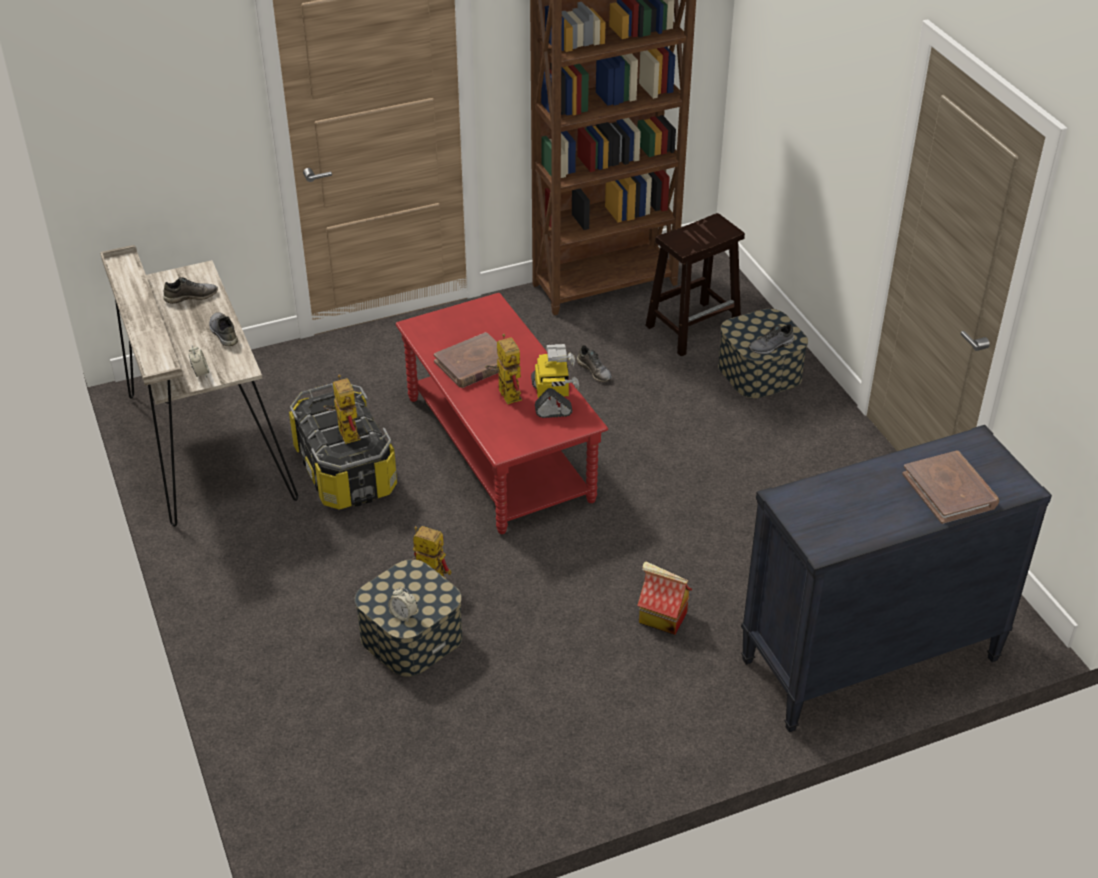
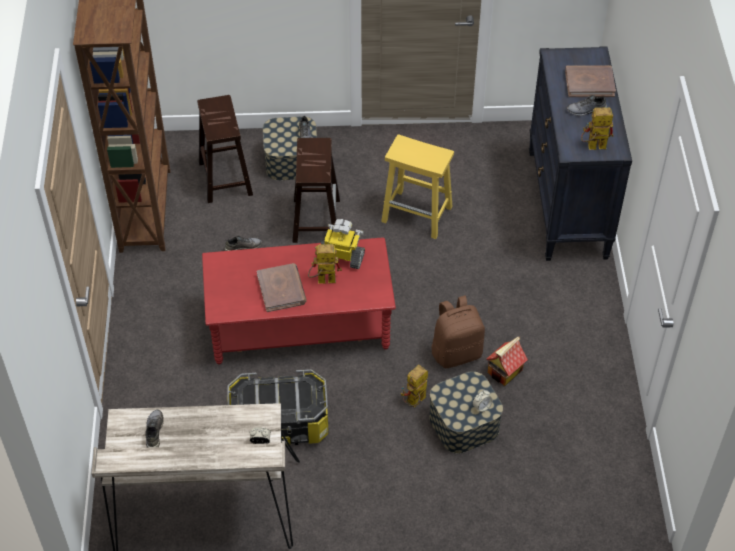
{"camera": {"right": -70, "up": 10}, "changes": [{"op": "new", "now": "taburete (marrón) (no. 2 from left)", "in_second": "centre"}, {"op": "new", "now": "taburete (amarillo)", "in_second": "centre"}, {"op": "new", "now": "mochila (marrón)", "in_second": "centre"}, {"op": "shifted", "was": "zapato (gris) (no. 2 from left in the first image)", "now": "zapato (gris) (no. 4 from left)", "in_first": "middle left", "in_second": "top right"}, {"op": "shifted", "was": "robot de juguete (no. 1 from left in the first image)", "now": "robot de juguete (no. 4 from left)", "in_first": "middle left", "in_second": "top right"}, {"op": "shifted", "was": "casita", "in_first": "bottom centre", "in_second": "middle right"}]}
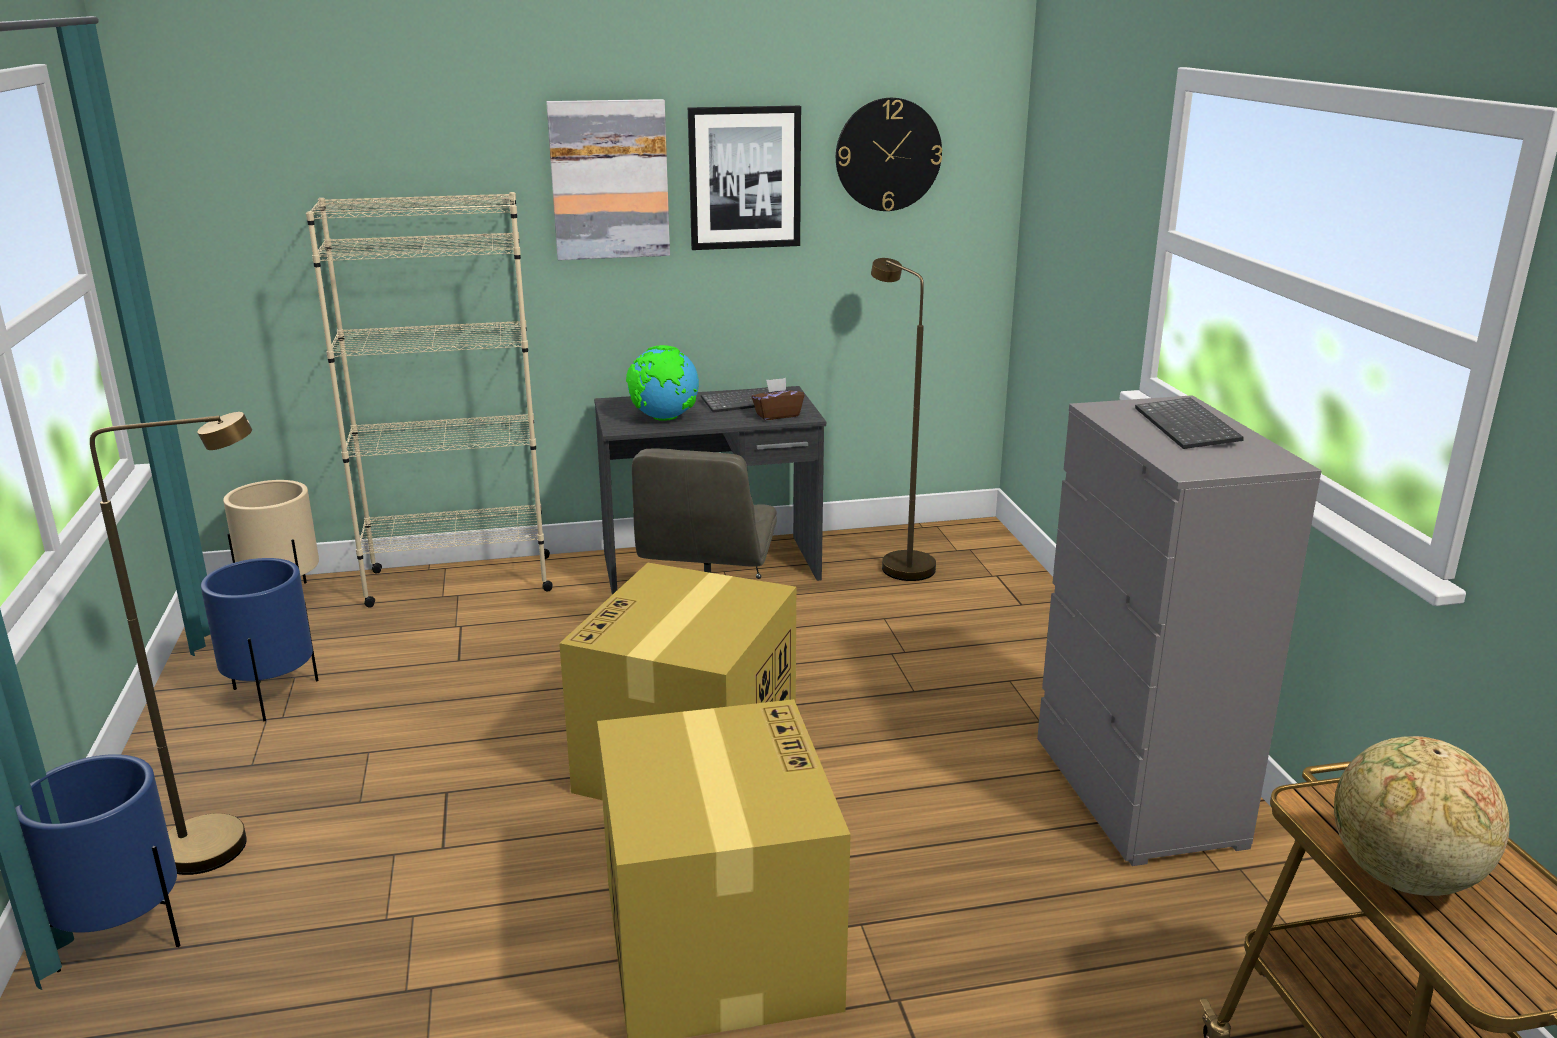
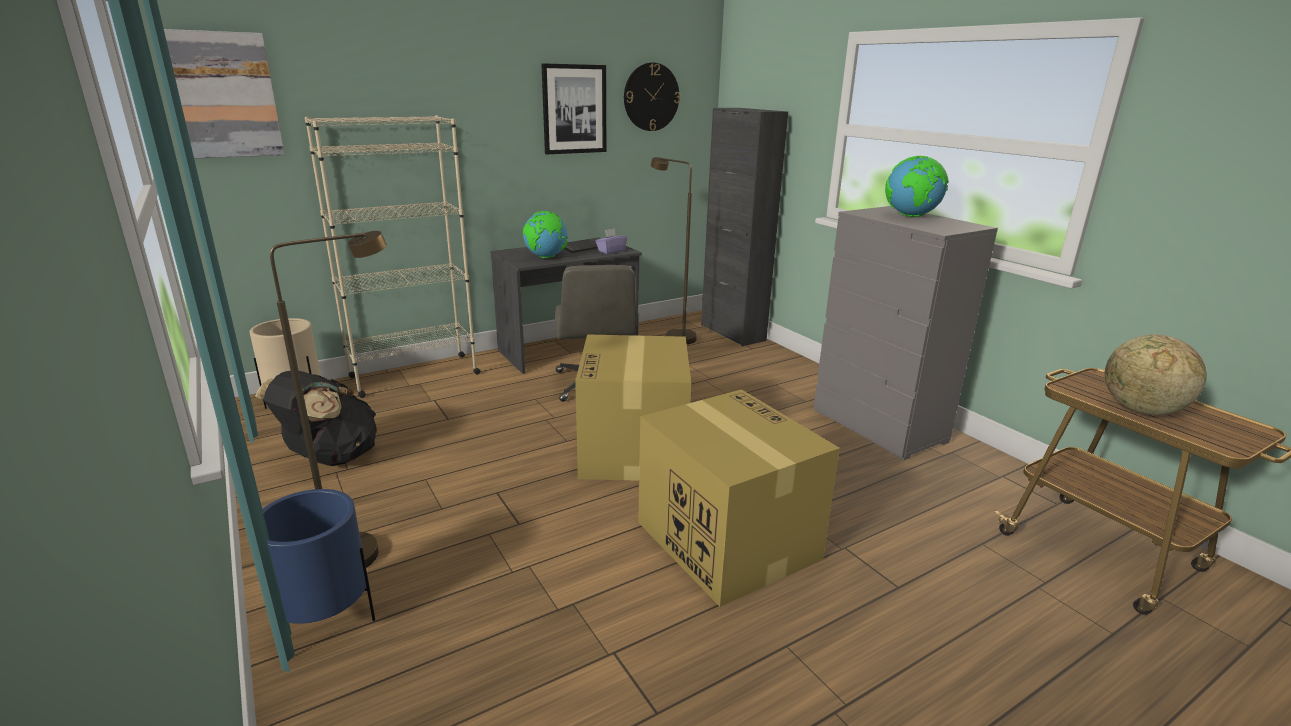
{"camera": {"right": -20, "up": 0}, "changes": [{"op": "new", "now": "armario (negro)", "in_second": "top centre"}, {"op": "shifted", "was": "cuadro (no. 1 from left)", "in_first": "top centre", "in_second": "top left"}, {"op": "swapped", "was": "maceta (azul) (no. 2 from left)", "now": "mochila (negro)", "in_first": "middle left", "in_second": "middle left"}, {"op": "swapped", "was": "teclado (no. 2 from left)", "now": "globo terráqueo (no. 2 from left)", "in_first": "middle right", "in_second": "top right"}, {"op": "repainted", "was": "caja de pañuelos (marrón)", "now": "caja de pañuelos (morado)", "in_first": "centre", "in_second": "top centre"}]}
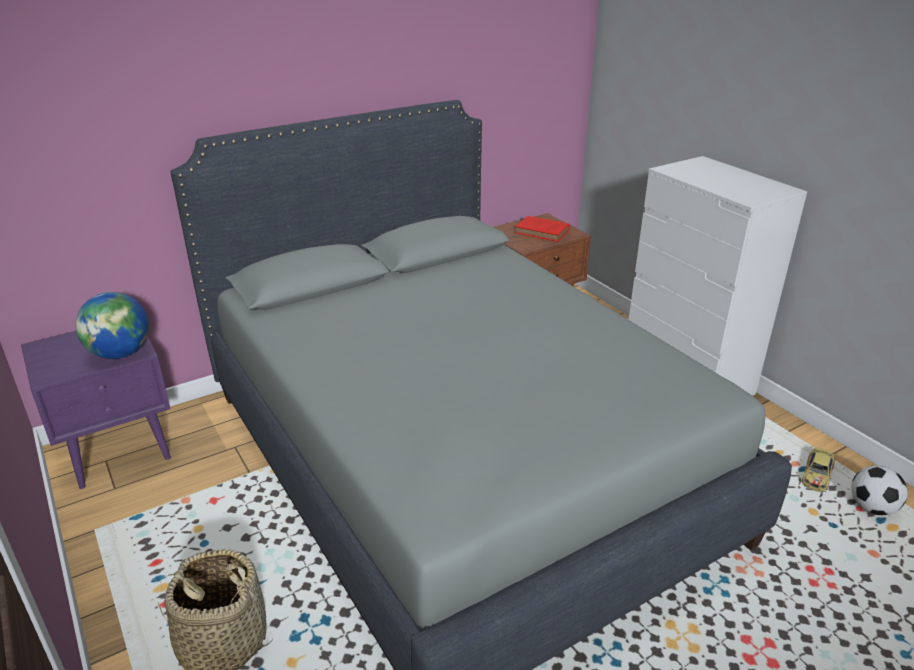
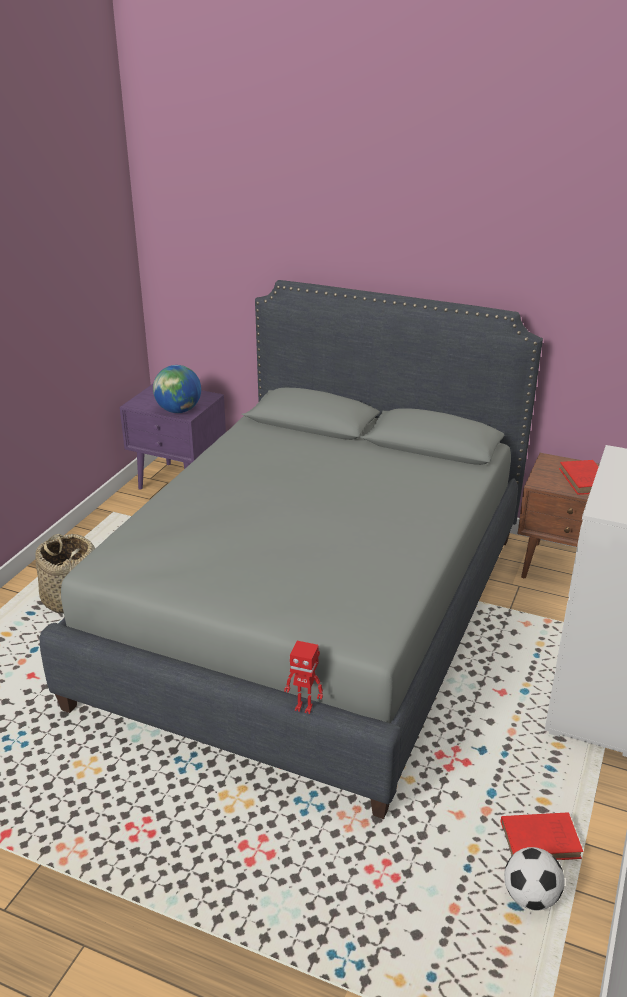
{"camera": {"right": 55, "up": 0}, "changes": [{"op": "new", "now": "robot de juguete", "in_second": "bottom centre"}, {"op": "swapped", "was": "coche de juguete", "now": "libro (rojo) (no. 1 from left)", "in_first": "bottom right", "in_second": "bottom right"}]}
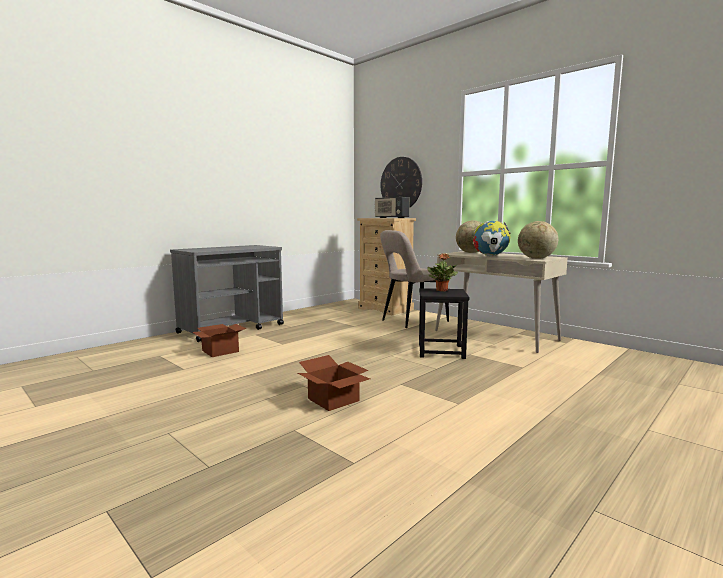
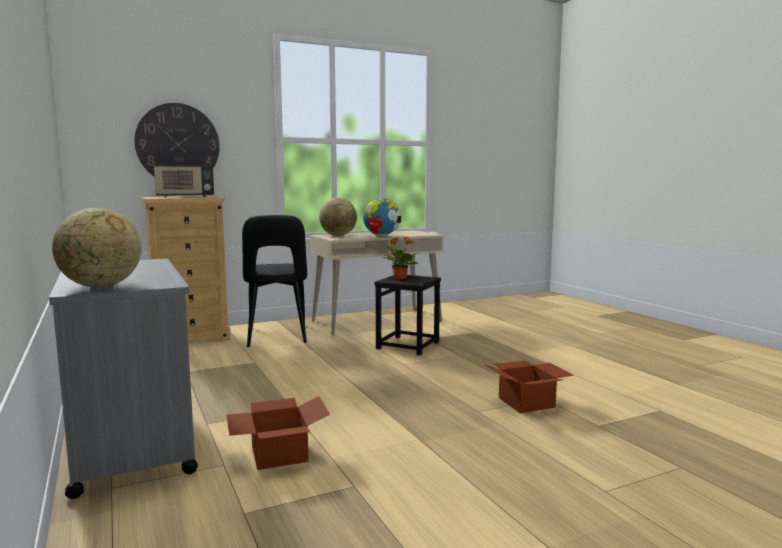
{"camera": {"right": -70, "up": 0}, "changes": [{"op": "shifted", "was": "globo terráqueo (no. 3 from left in the first image)", "now": "globo terráqueo (no. 1 from left)", "in_first": "middle right", "in_second": "middle left"}, {"op": "repainted", "was": "silla (beis)", "now": "silla (negro)", "in_first": "centre", "in_second": "centre"}]}
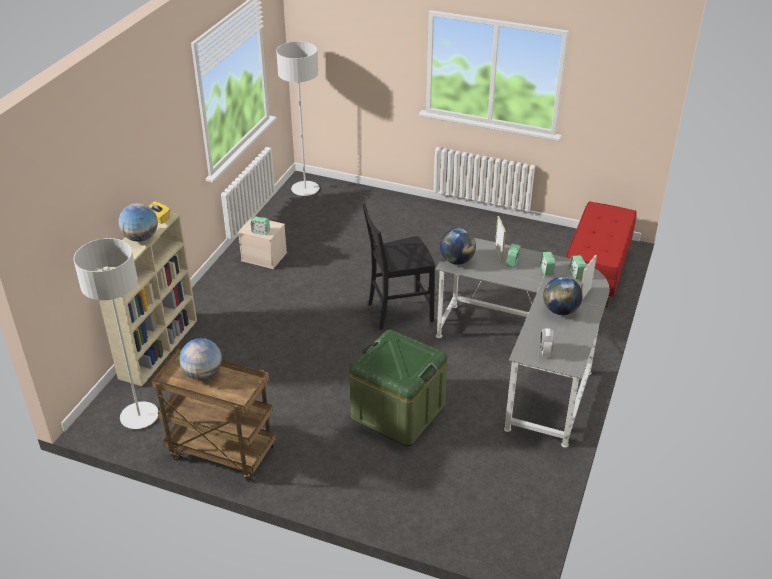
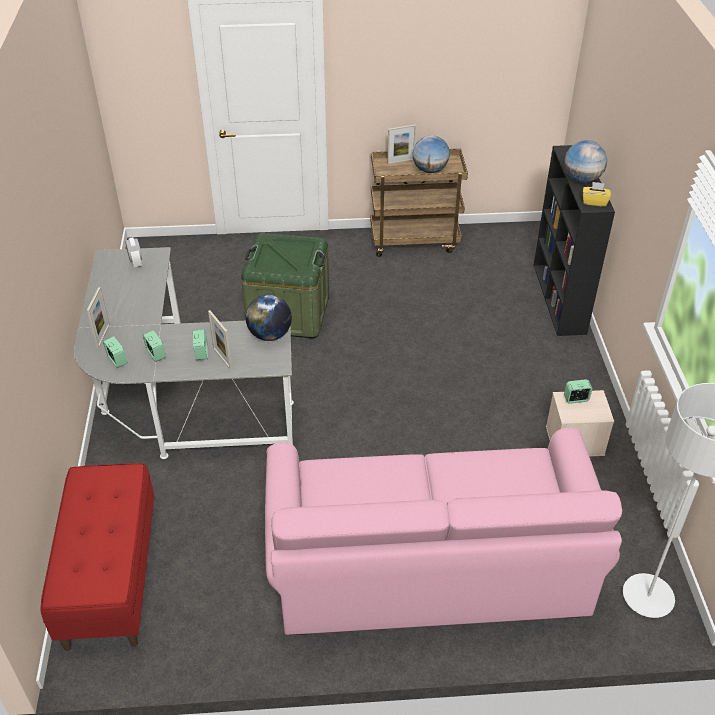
{"camera": {"right": 155, "up": 5}, "changes": [{"op": "gone", "was": "lámpara de pie (gris) (no. 1 from left)", "in_first": "middle left"}, {"op": "gone", "was": "silla (negro)", "in_first": "centre"}, {"op": "gone", "was": "globo terráqueo (no. 4 from left)", "in_first": "middle right"}, {"op": "new", "now": "sofá (rosa)", "in_second": "bottom centre"}, {"op": "new", "now": "portarretratos (no. 3 from left)", "in_second": "top centre"}, {"op": "repainted", "was": "estantería (beis)", "now": "estantería (negro)", "in_first": "middle left", "in_second": "middle right"}]}
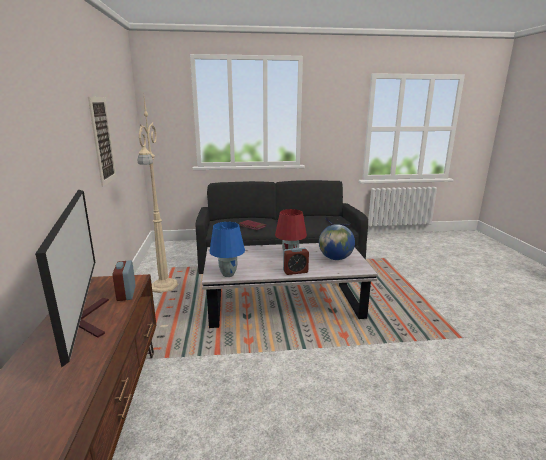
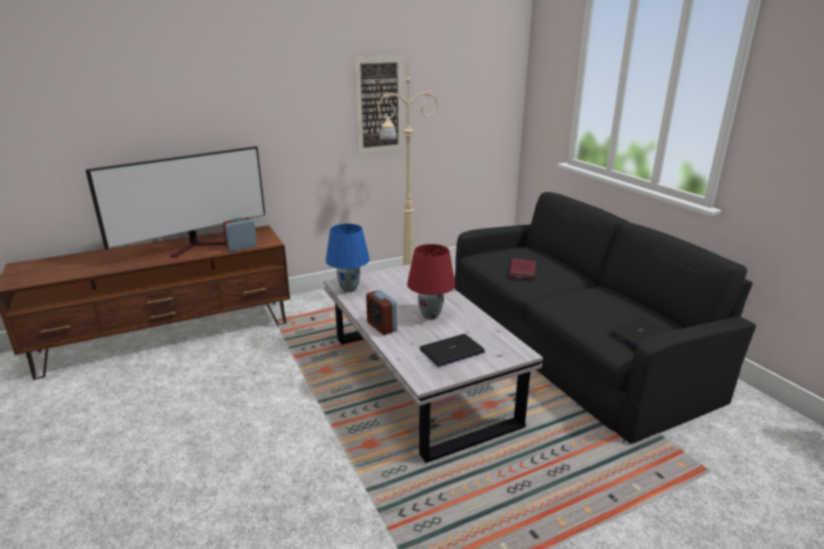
{"camera": {"right": 70, "up": 5}, "changes": [{"op": "swapped", "was": "globo terráqueo", "now": "portátil (no. 1 from left)", "in_first": "centre", "in_second": "centre"}]}
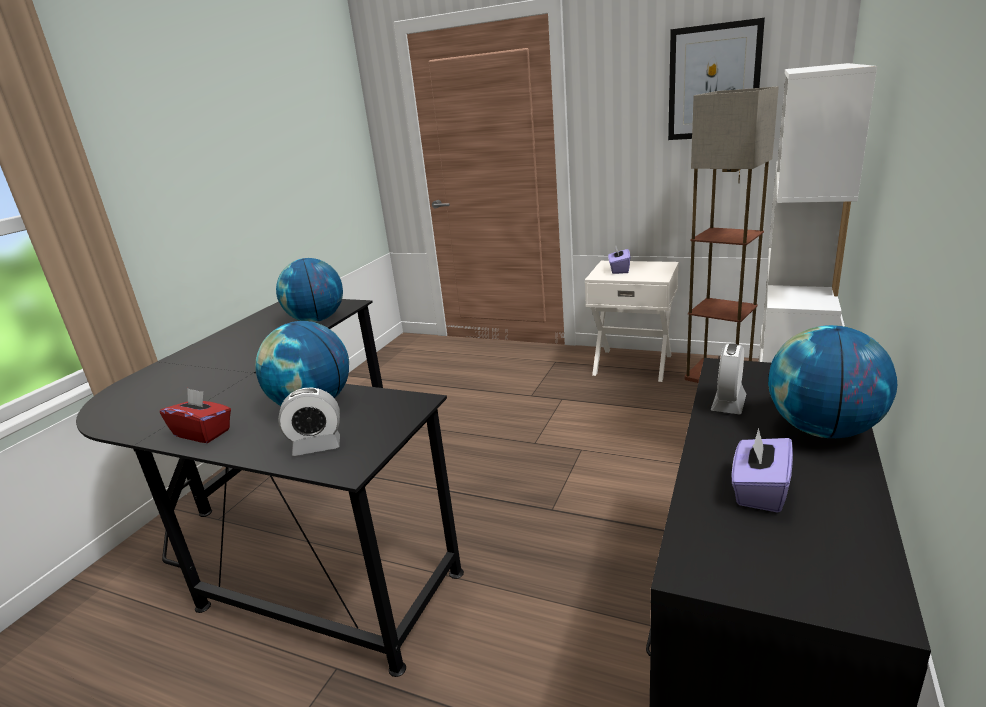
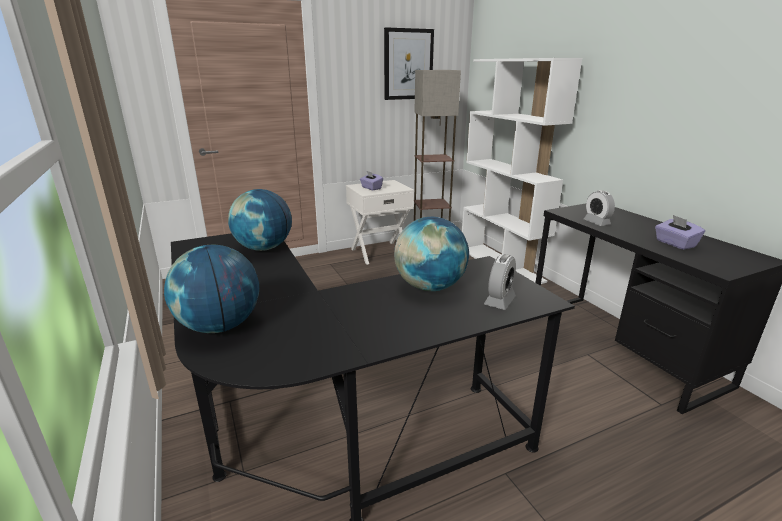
{"camera": {"right": -50, "up": 0}, "changes": [{"op": "gone", "was": "caja de pañuelos (rojo)", "in_first": "middle left"}, {"op": "shifted", "was": "globo terráqueo (no. 3 from left in the first image)", "now": "globo terráqueo (no. 1 from left)", "in_first": "middle right", "in_second": "middle left"}]}
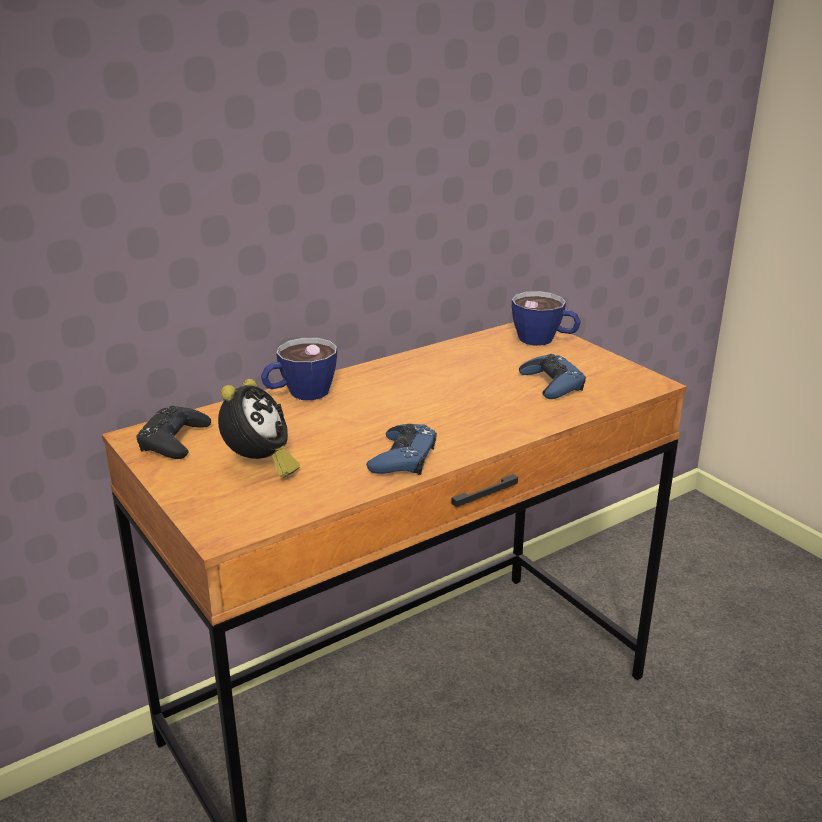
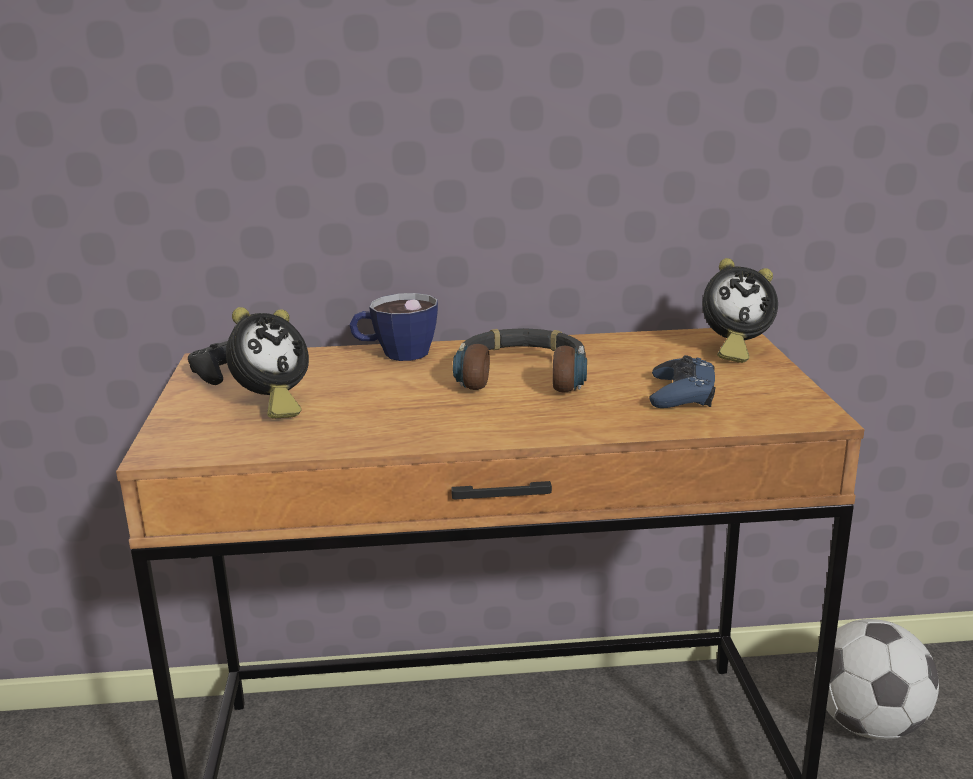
{"camera": {"right": 30, "up": -5}, "changes": [{"op": "gone", "was": "mando de consola (azul) (no. 1 from left)", "in_first": "centre"}, {"op": "new", "now": "auriculares", "in_second": "centre"}, {"op": "new", "now": "balón de fútbol", "in_second": "bottom right"}, {"op": "swapped", "was": "taza (no. 2 from left)", "now": "despertador (no. 2 from left)", "in_first": "centre", "in_second": "middle right"}]}
